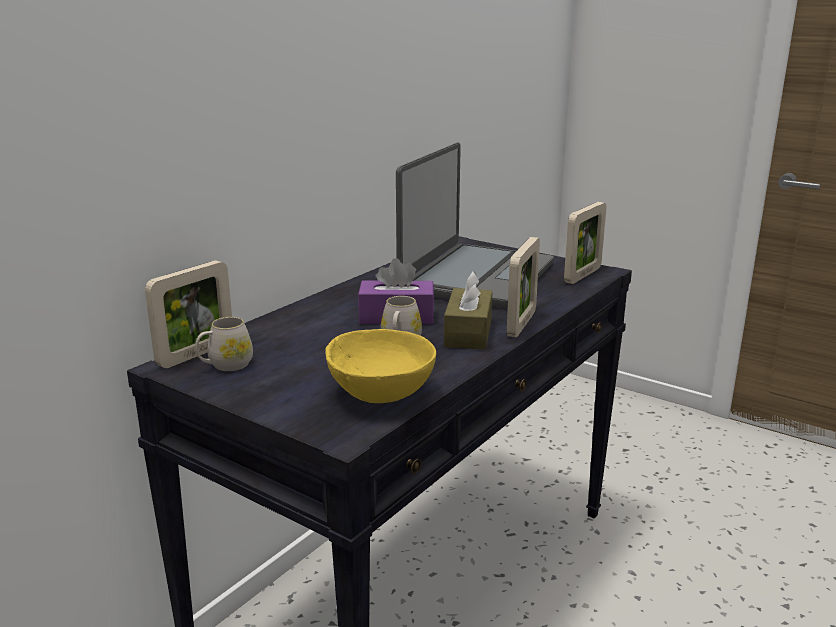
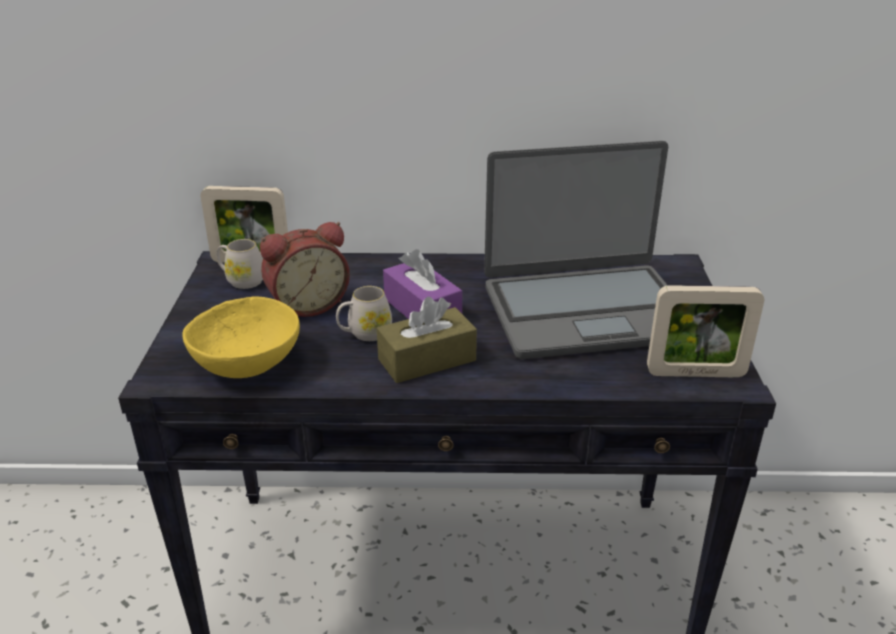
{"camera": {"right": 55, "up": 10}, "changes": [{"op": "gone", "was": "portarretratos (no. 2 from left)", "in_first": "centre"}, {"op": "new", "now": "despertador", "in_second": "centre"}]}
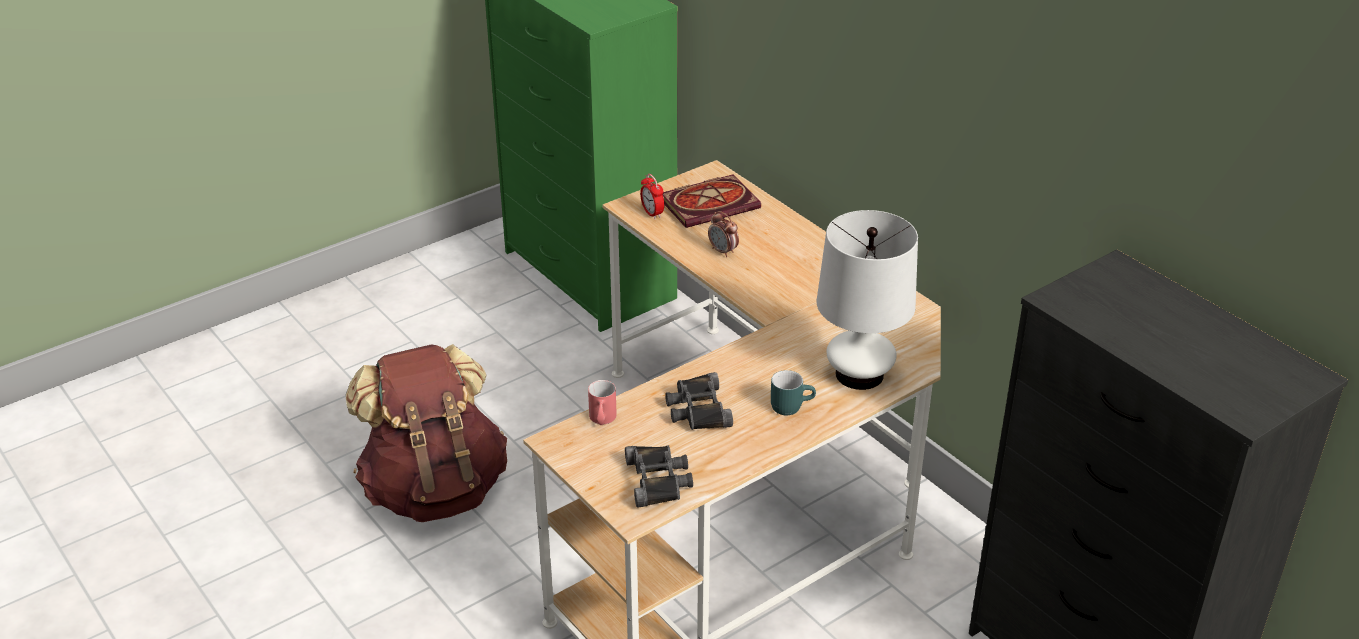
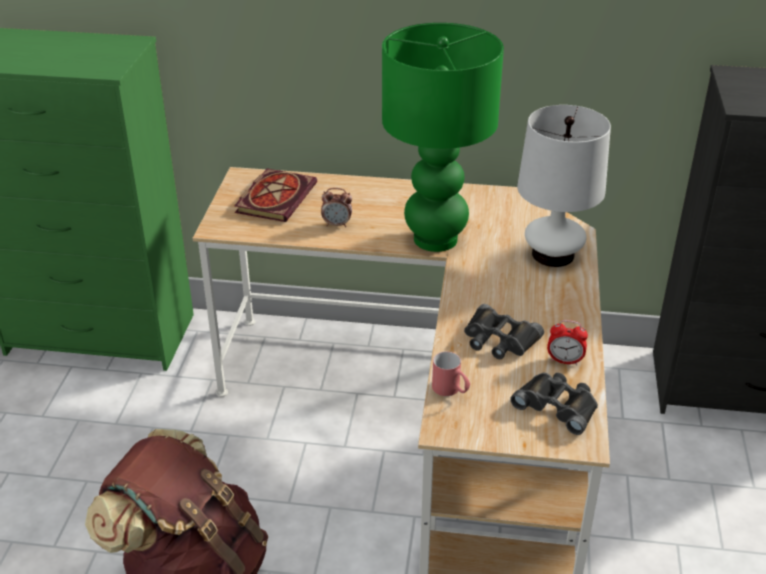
{"camera": {"right": -45, "up": 0}, "changes": [{"op": "gone", "was": "taza grande (turquesa)", "in_first": "centre"}, {"op": "new", "now": "lámpara de mesa (verde)", "in_second": "top centre"}, {"op": "shifted", "was": "despertador (no. 1 from left in the first image)", "now": "despertador (no. 2 from left)", "in_first": "top centre", "in_second": "middle right"}]}
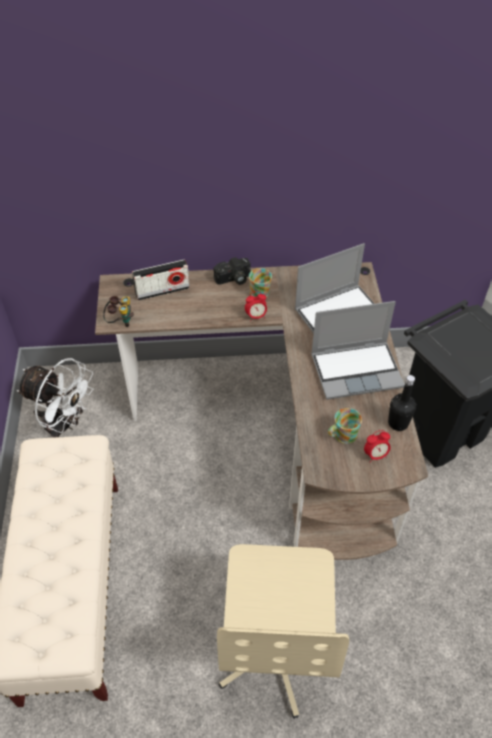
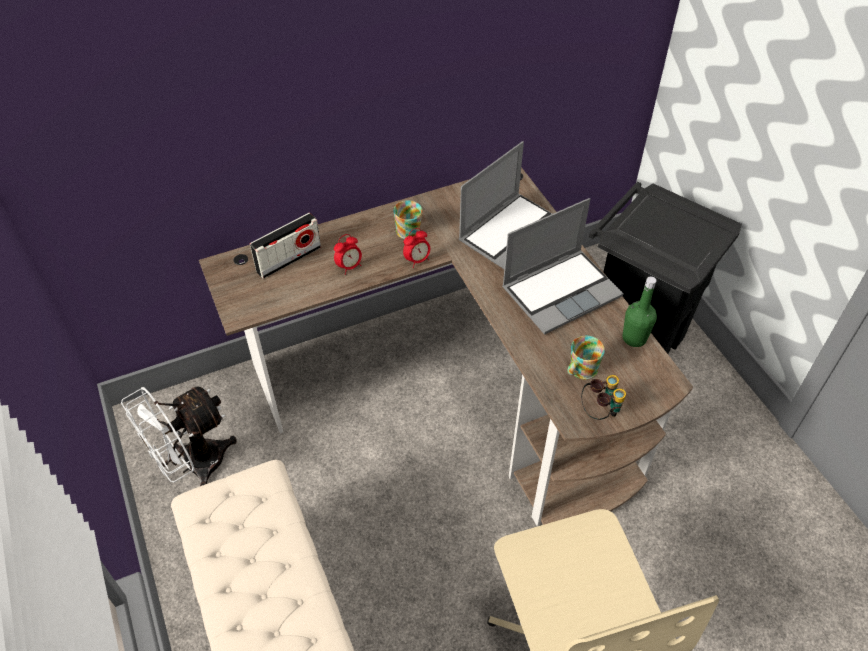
{"camera": {"right": -20, "up": 0}, "changes": [{"op": "gone", "was": "cámara", "in_first": "centre"}, {"op": "shifted", "was": "prismáticos", "in_first": "middle left", "in_second": "middle right"}, {"op": "shifted", "was": "despertador (no. 2 from left in the first image)", "now": "despertador (no. 1 from left)", "in_first": "middle right", "in_second": "centre"}, {"op": "repainted", "was": "botella (negro)", "now": "botella (verde)", "in_first": "middle right", "in_second": "middle right"}, {"op": "rotated", "was": "ventilador (blanco)", "in_first": "middle left", "in_second": "bottom left", "clockwise": 135}]}
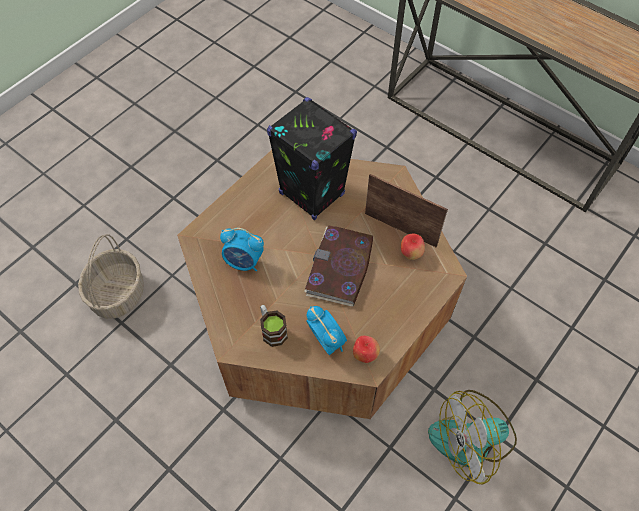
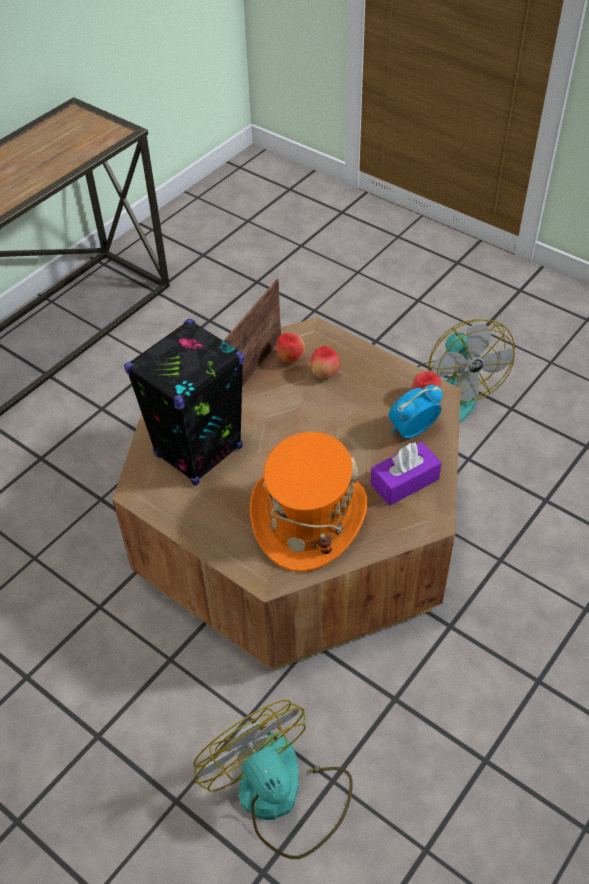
{"camera": {"right": -90, "up": -10}, "changes": [{"op": "gone", "was": "libro", "in_first": "centre"}, {"op": "new", "now": "manzana (no. 2 from left)", "in_second": "centre"}, {"op": "swapped", "was": "cesta", "now": "ventilador (no. 1 from left)", "in_first": "middle left", "in_second": "bottom centre"}, {"op": "swapped", "was": "despertador (no. 1 from left)", "now": "sombrero (naranja)", "in_first": "centre", "in_second": "centre"}, {"op": "swapped", "was": "taza grande", "now": "caja de pañuelos (morado)", "in_first": "centre", "in_second": "middle right"}]}
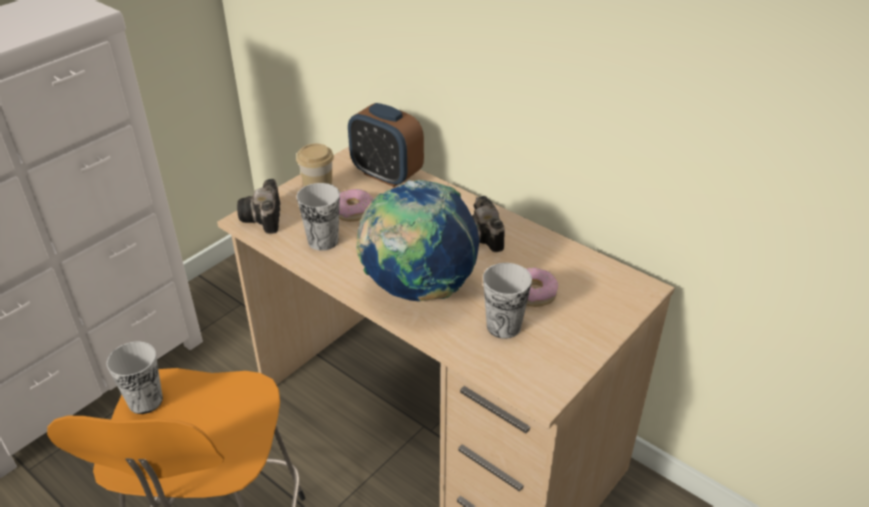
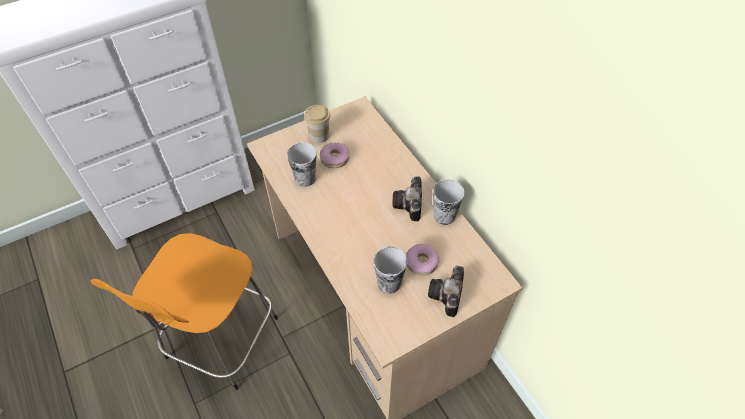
{"camera": {"right": 20, "up": 15}, "changes": [{"op": "gone", "was": "despertador", "in_first": "top centre"}, {"op": "gone", "was": "globo terráqueo", "in_first": "centre"}, {"op": "shifted", "was": "taza (no. 1 from left in the first image)", "now": "taza (no. 4 from left)", "in_first": "bottom left", "in_second": "centre"}, {"op": "shifted", "was": "cámara (no. 1 from left in the first image)", "now": "cámara (no. 2 from left)", "in_first": "middle left", "in_second": "bottom centre"}]}
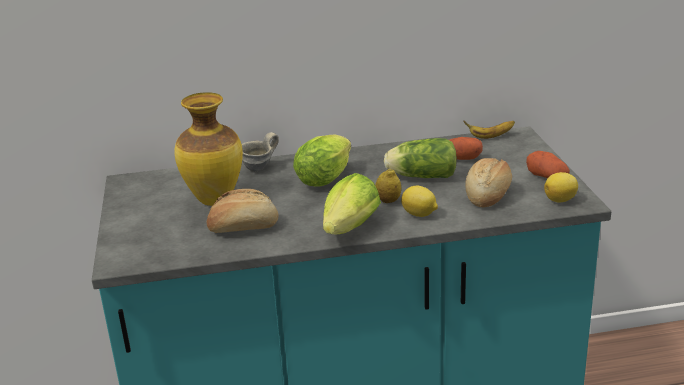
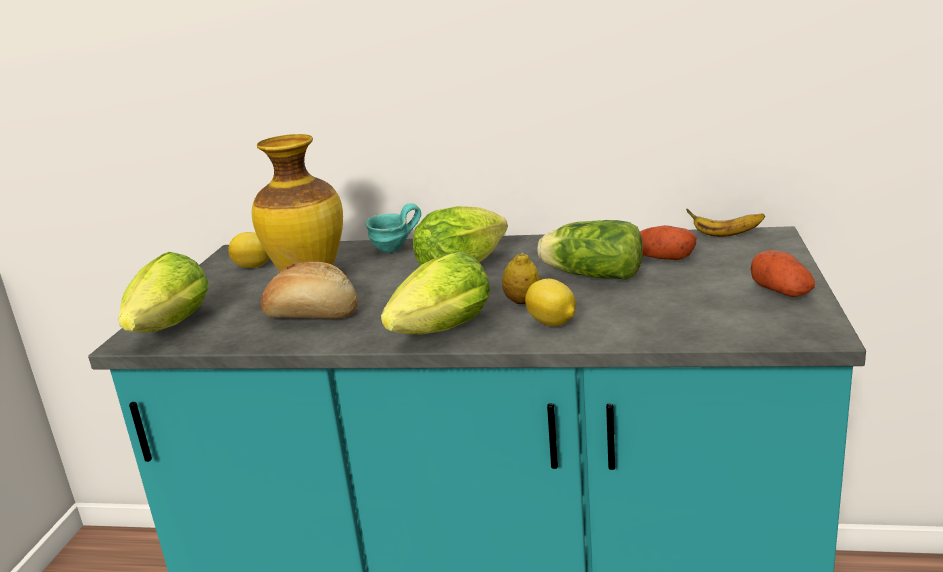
{"camera": {"right": 20, "up": -5}, "changes": [{"op": "gone", "was": "pan (no. 2 from left)", "in_first": "middle right"}, {"op": "new", "now": "lechuga (no. 1 from left)", "in_second": "middle left"}, {"op": "shifted", "was": "limón (no. 3 from left in the first image)", "now": "limón (no. 1 from left)", "in_first": "middle right", "in_second": "middle left"}, {"op": "repainted", "was": "taza grande (gris)", "now": "taza grande (turquesa)", "in_first": "centre", "in_second": "centre"}]}
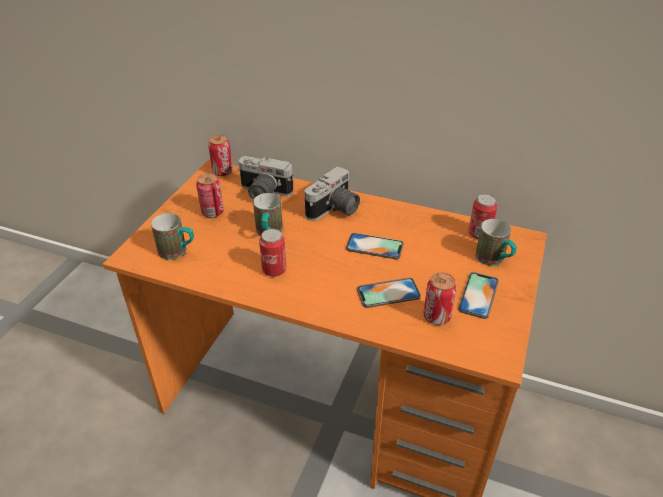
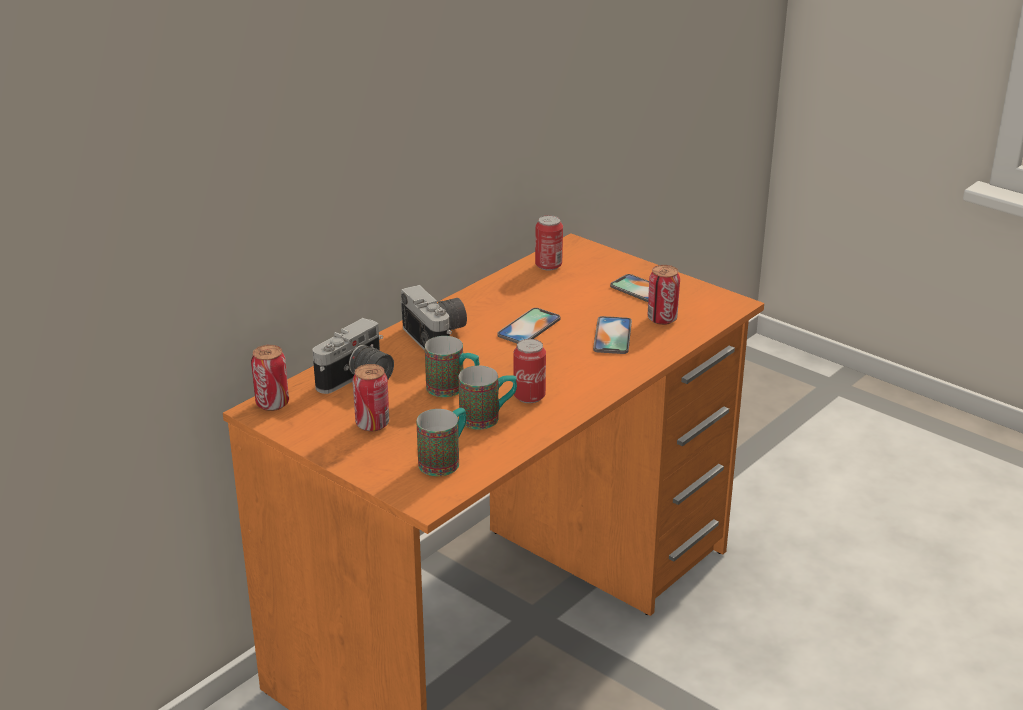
{"camera": {"right": -70, "up": -10}, "changes": [{"op": "shifted", "was": "taza grande (no. 3 from left)", "in_first": "middle right", "in_second": "centre"}]}
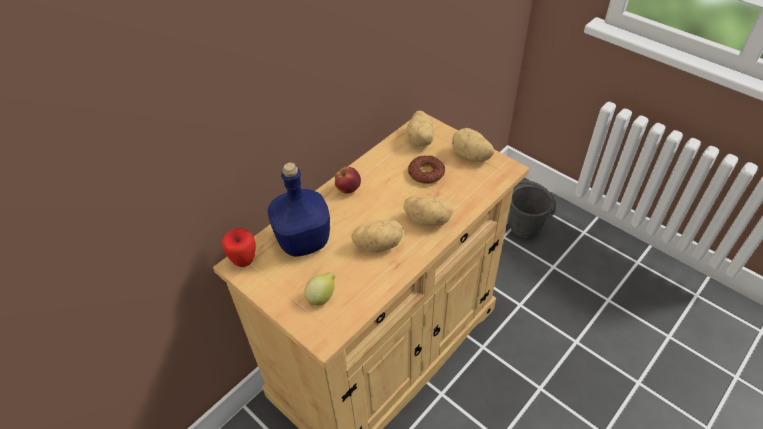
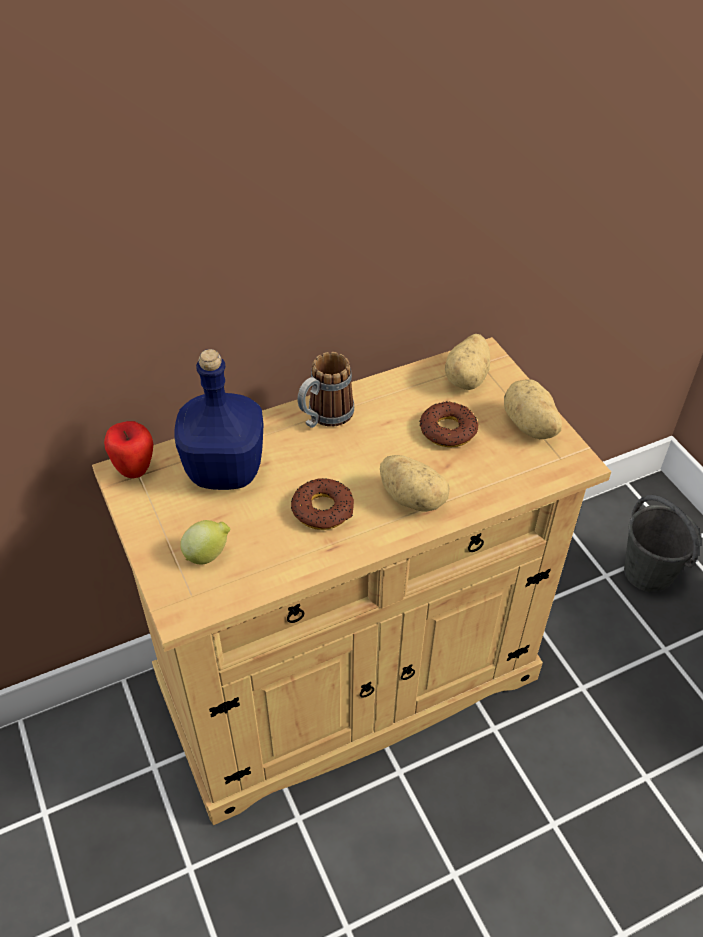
{"camera": {"right": 20, "up": 0}, "changes": [{"op": "swapped", "was": "manzana (no. 2 from left)", "now": "taza grande", "in_first": "centre", "in_second": "centre"}, {"op": "swapped", "was": "patata (no. 1 from left)", "now": "rosquilla (no. 1 from left)", "in_first": "centre", "in_second": "centre"}]}
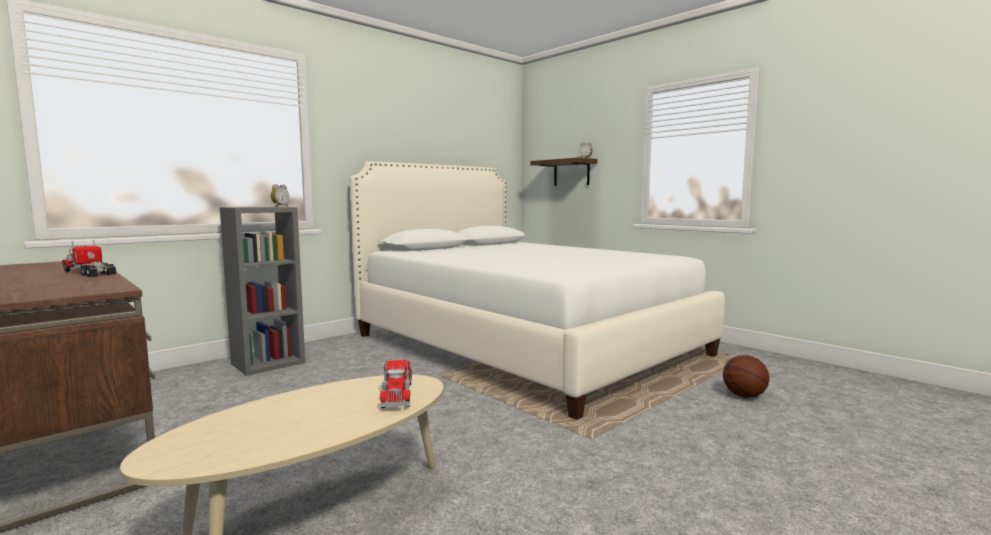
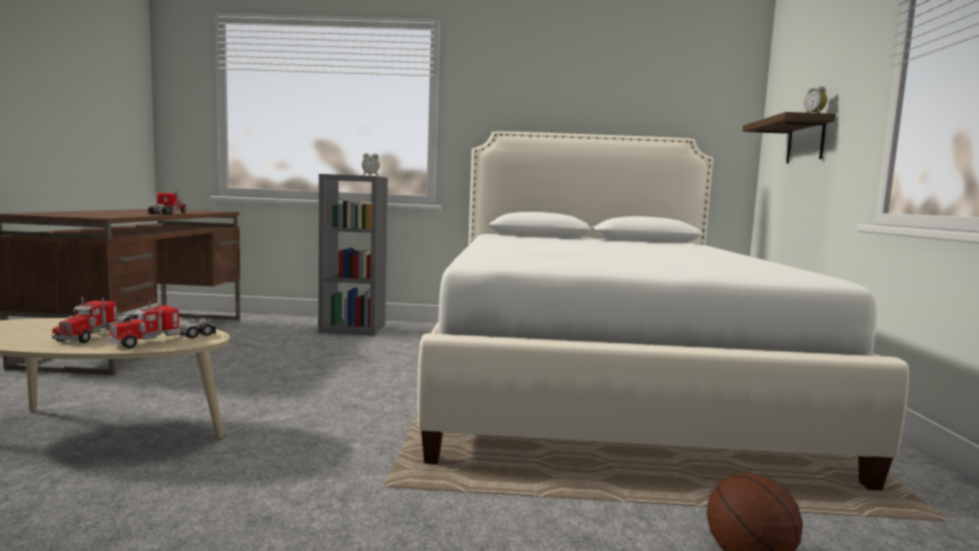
{"camera": {"right": 45, "up": 0}, "changes": [{"op": "new", "now": "camión de juguete (no. 1 from left)", "in_second": "middle left"}]}
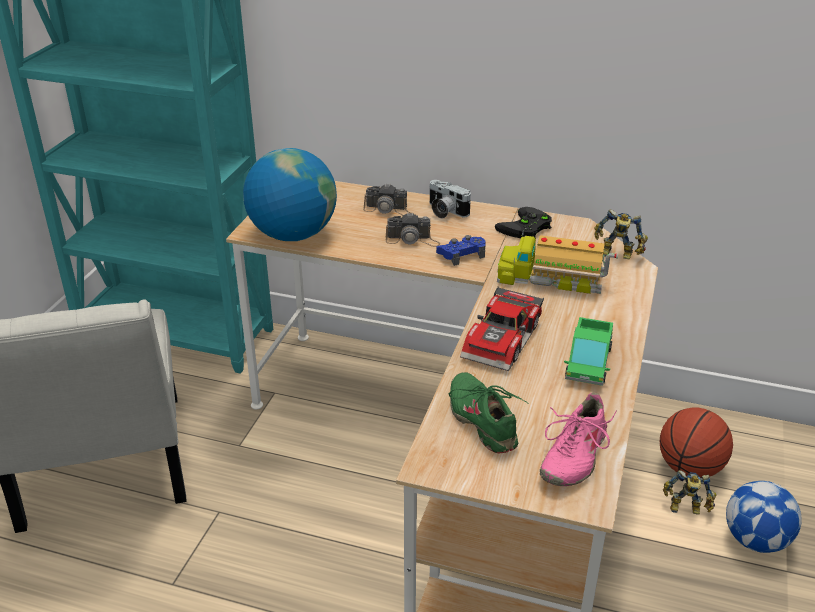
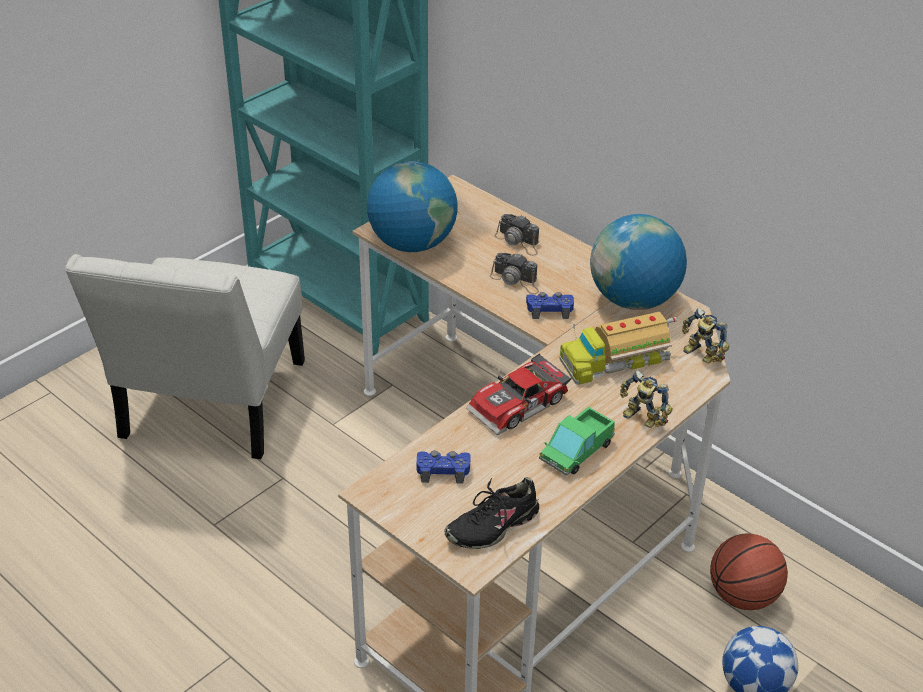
{"camera": {"right": 25, "up": 5}, "changes": [{"op": "gone", "was": "cámara (no. 3 from left)", "in_first": "top centre"}, {"op": "shifted", "was": "robot de juguete (no. 2 from left in the first image)", "now": "robot de juguete (no. 1 from left)", "in_first": "bottom right", "in_second": "middle right"}, {"op": "swapped", "was": "zapato (verde)", "now": "mando de consola (azul) (no. 1 from left)", "in_first": "bottom centre", "in_second": "bottom centre"}, {"op": "swapped", "was": "mando de consola (negro)", "now": "globo terráqueo (no. 2 from left)", "in_first": "centre", "in_second": "middle right"}, {"op": "repainted", "was": "zapato (rosa)", "now": "zapato (negro)", "in_first": "bottom right", "in_second": "bottom centre"}, {"op": "rotated", "was": "camión de juguete (no. 1 from left in the first image)", "in_first": "middle right", "in_second": "middle right", "clockwise": -60}]}
